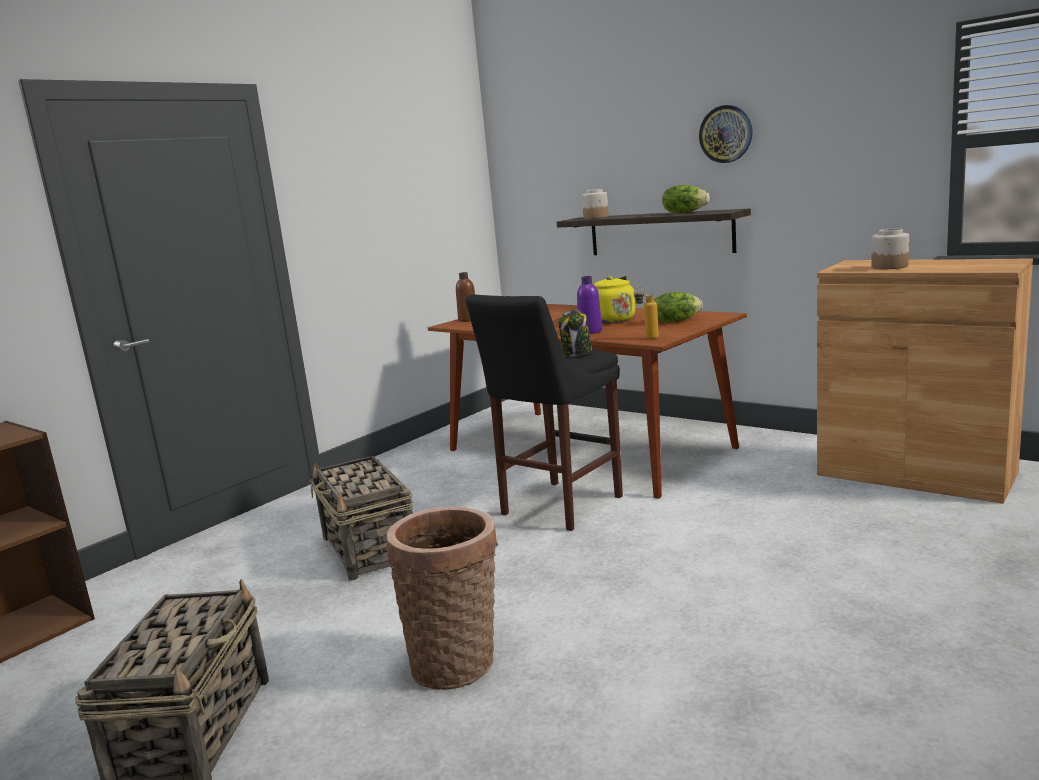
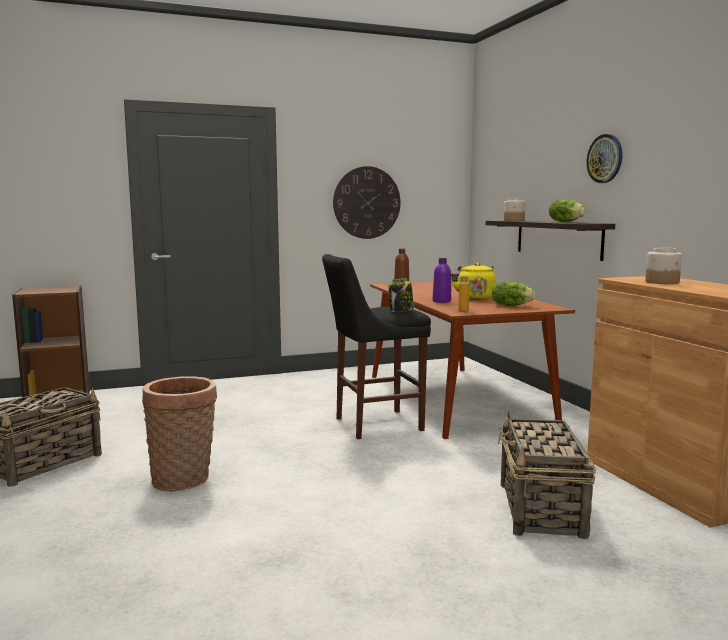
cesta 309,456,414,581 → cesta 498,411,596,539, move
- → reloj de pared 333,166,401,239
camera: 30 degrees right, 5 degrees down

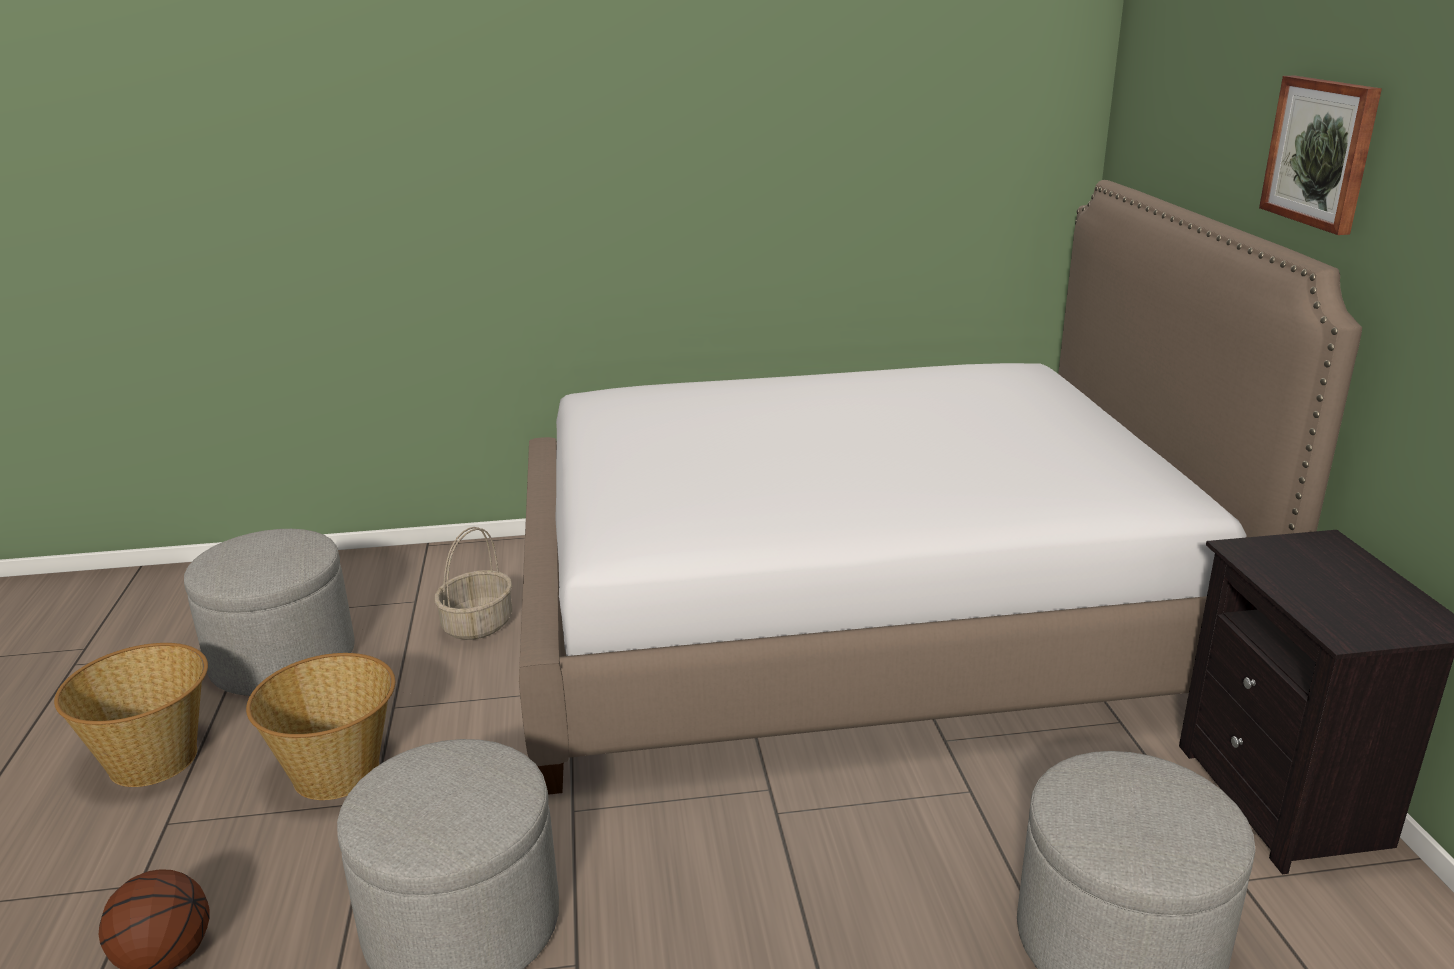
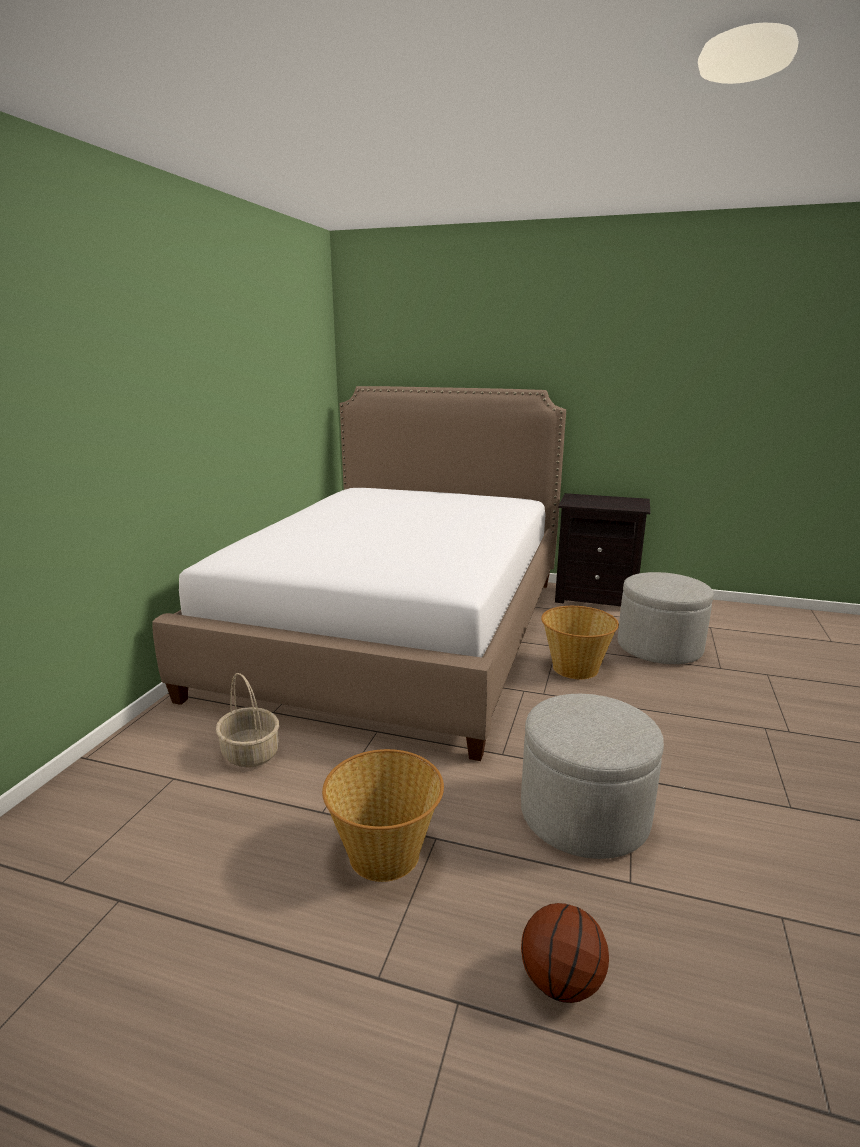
cesta 54,643,208,787 → cesta 541,606,619,679, move
puf/gris 184,529,355,696 → -
cuadro 1259,75,1382,235 → -
camera: 65 degrees left, 5 degrees down

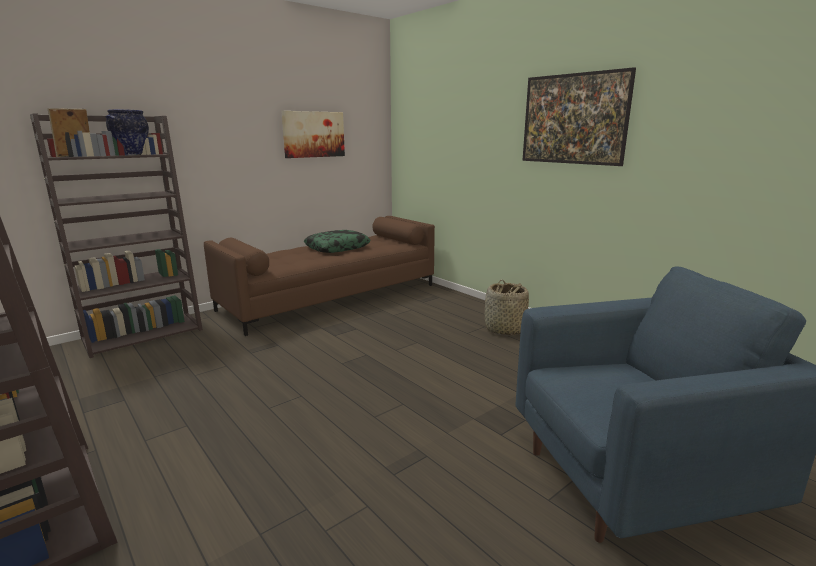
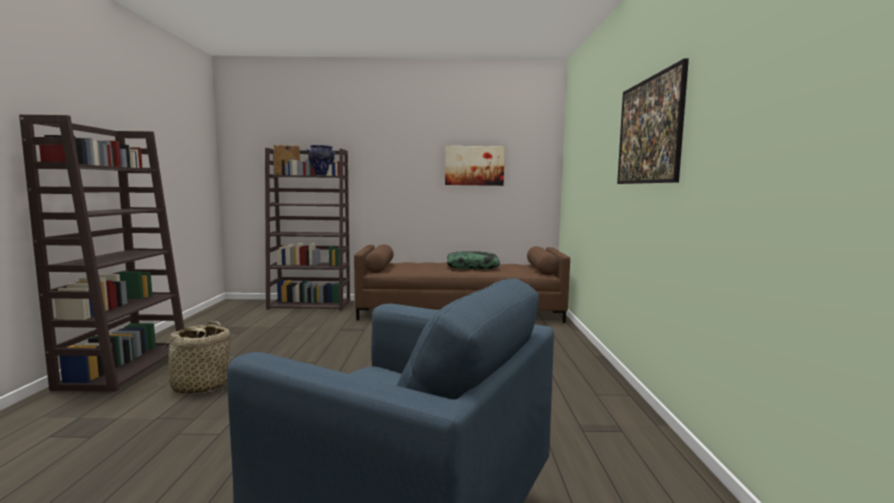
cesta 485,280,529,336 → cesta 155,321,230,394, move
camera: 40 degrees right, 10 degrees down

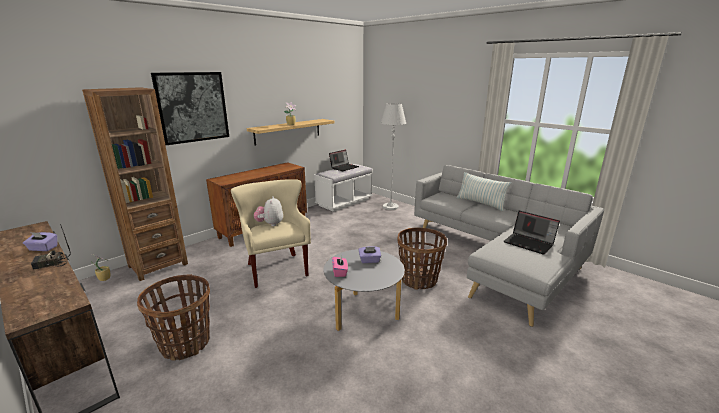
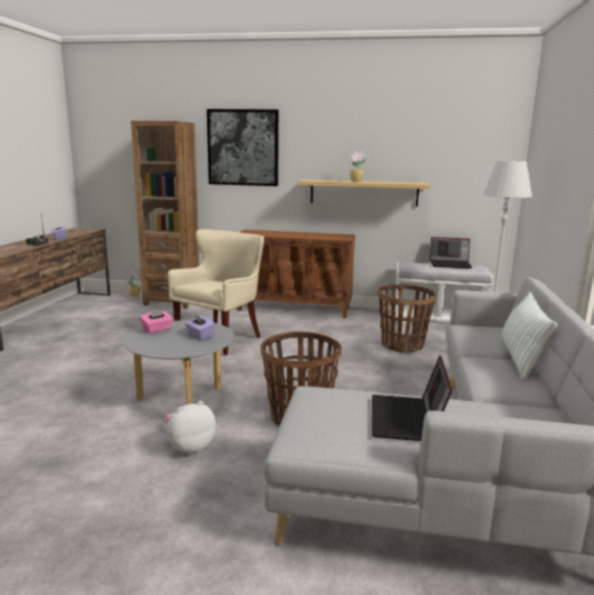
cesta 137,274,210,361 → cesta 377,285,436,353, move
peluche 254,196,283,226 → peluche 163,401,216,456, move
camera: 55 degrees right, 5 degrees down

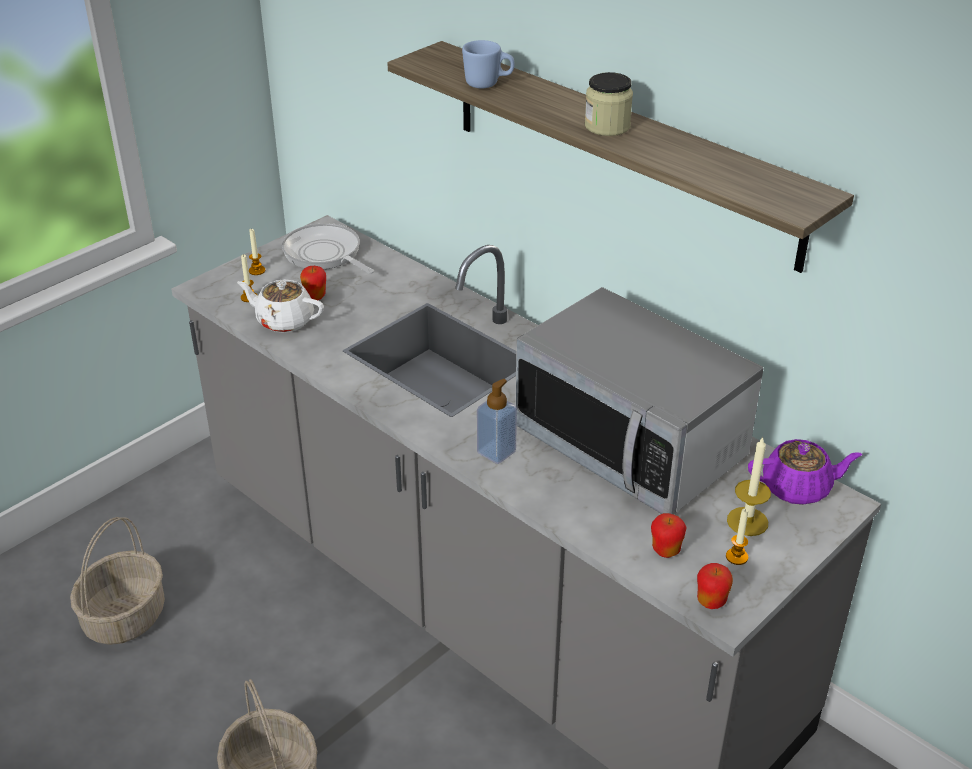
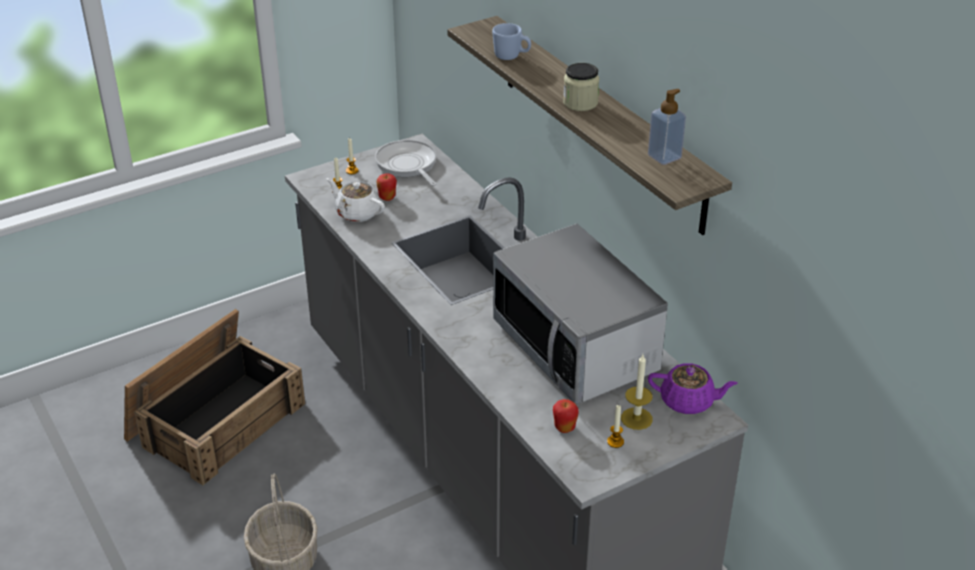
cesta 70,517,165,645 → caja de embalaje 124,309,305,485
dispensador de jabón 477,379,517,464 → dispensador de jabón 648,89,686,165, move
manzana 697,563,733,609 → -
camera: 15 degrees right, 0 degrees up

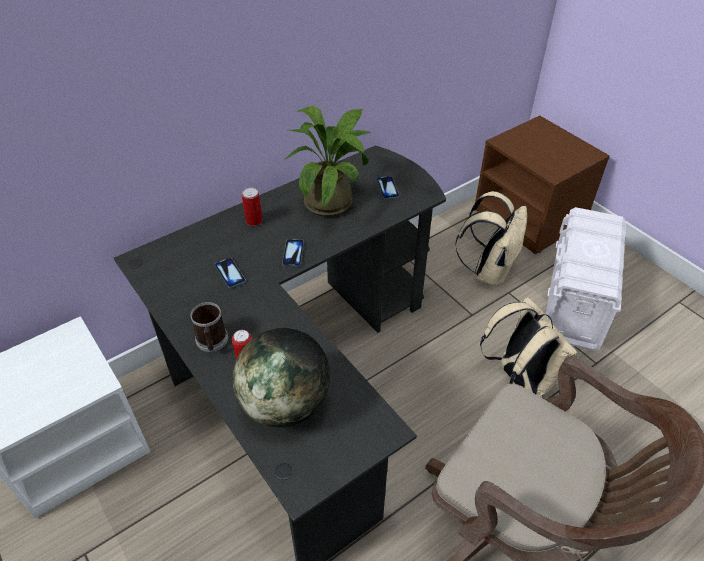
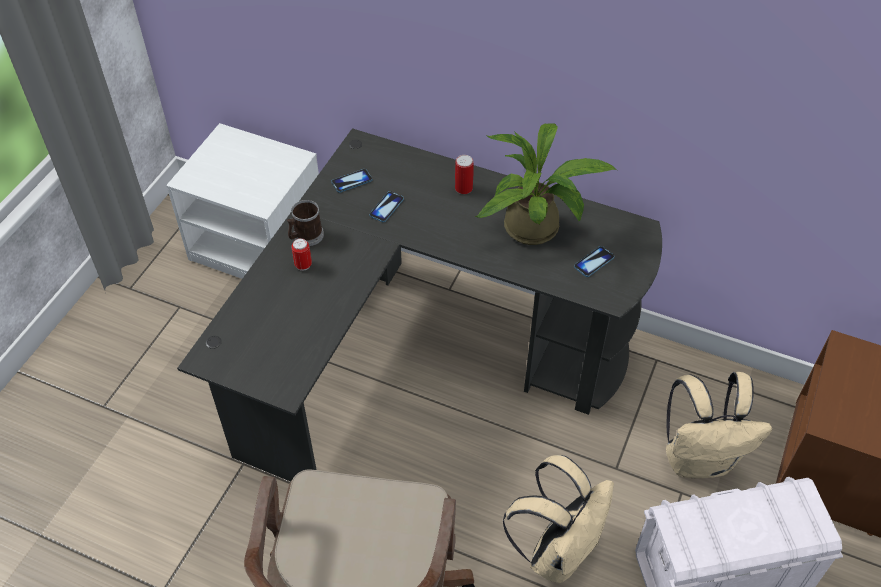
globo terráqueo 232,328,330,427 → -
móvil 282,239,304,267 → móvil 331,169,372,193, move
camera: 60 degrees right, 5 degrees up

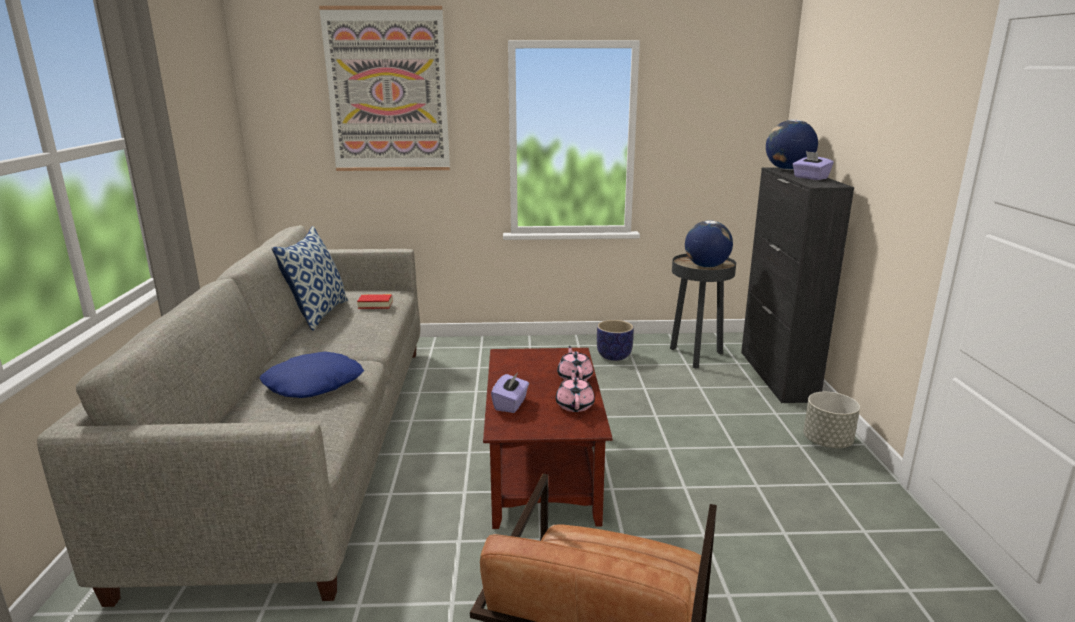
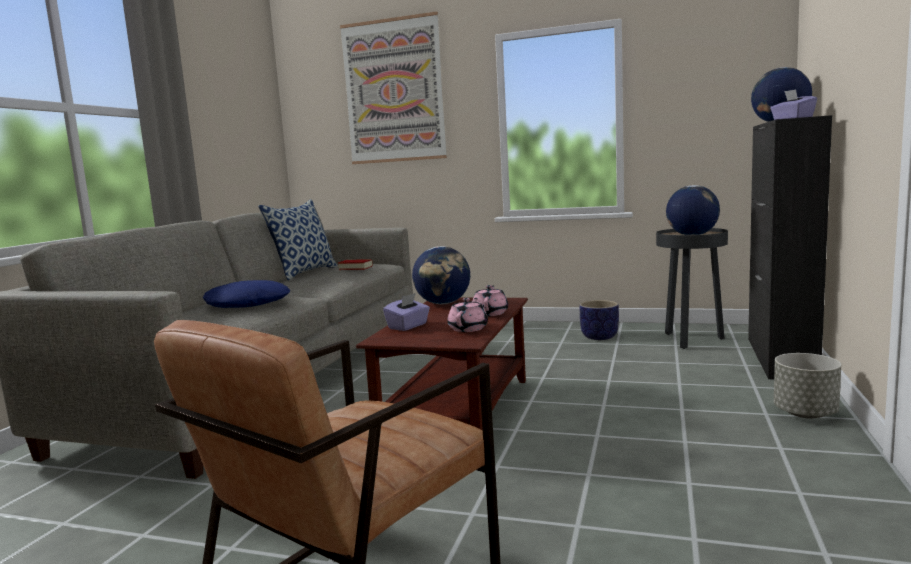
- → globo terráqueo 412,246,470,304
camera: 20 degrees right, 10 degrees down

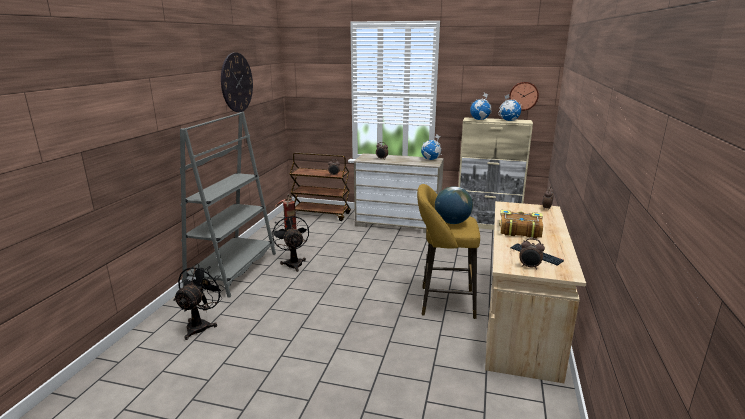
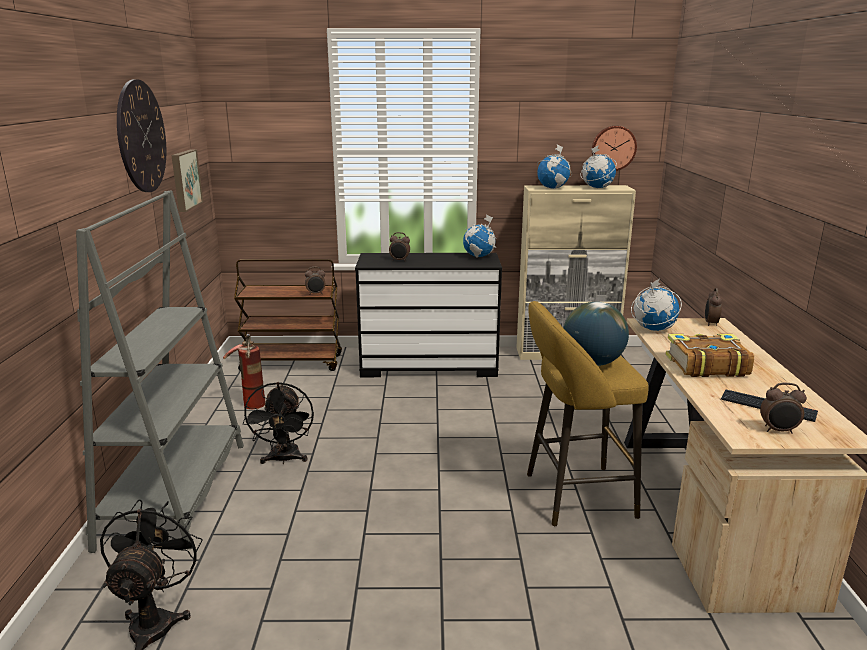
ventilador/negro 271,215,309,272 → ventilador/negro 243,382,314,464, 150 degrees counterclockwise
cómoda/beis 354,153,444,233 → cómoda/negro 355,253,502,377
- → cuadro 171,149,203,212
- → globo terráqueo 631,279,682,331
camera: 15 degrees left, 0 degrees up

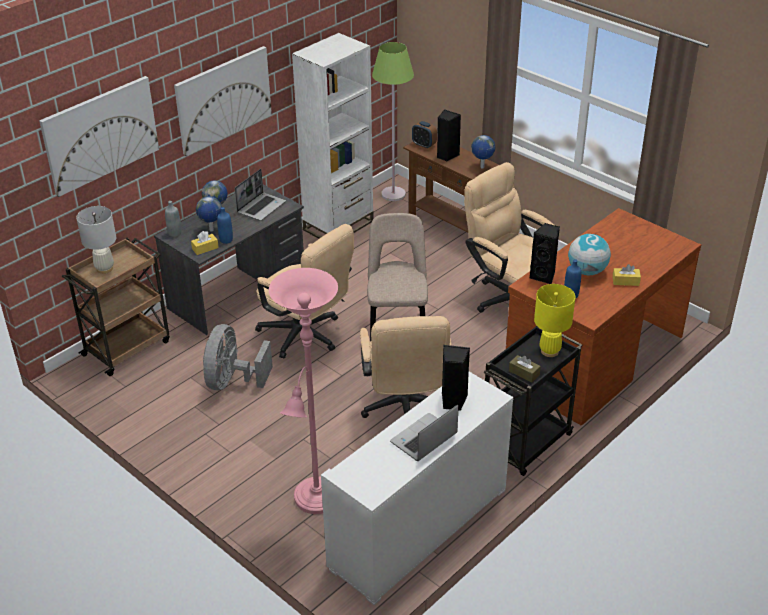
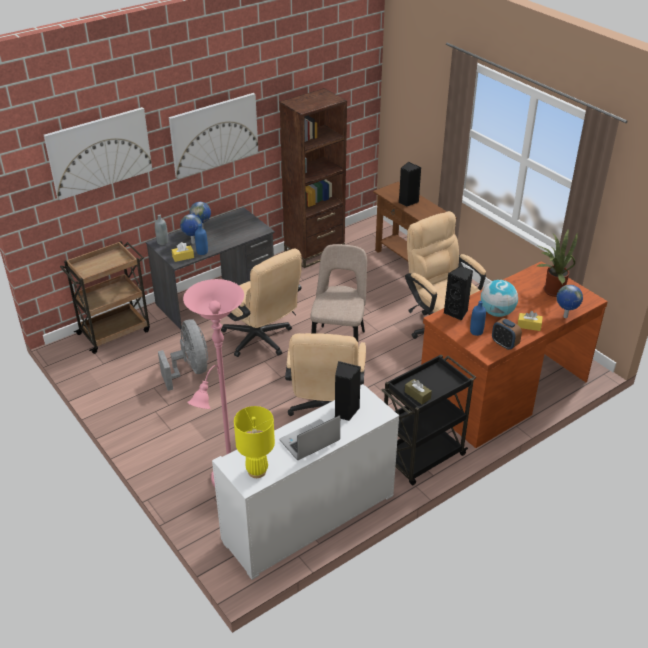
lámpara de mesa/blanco 76,206,116,274 → -
ventilador/gris 203,324,273,390 → ventilador/gris 158,319,208,391, 135 degrees clockwise
portátil 235,169,286,221 → -
estantería/blanco 292,33,374,239 → estantería/marrón 279,88,347,268
lámpara de pie/verde 372,42,414,201 → -
despertador 412,121,437,149 → despertador 492,318,522,350, move
globo terráqueo 471,135,495,168 → globo terráqueo 557,285,583,318, move
lámpara de mesa/amarillo 534,284,575,357 → lámpara de mesa/amarillo 234,406,275,478, move
- → planta en maceta 537,228,578,297
camera: 10 degrees right, 0 degrees up

